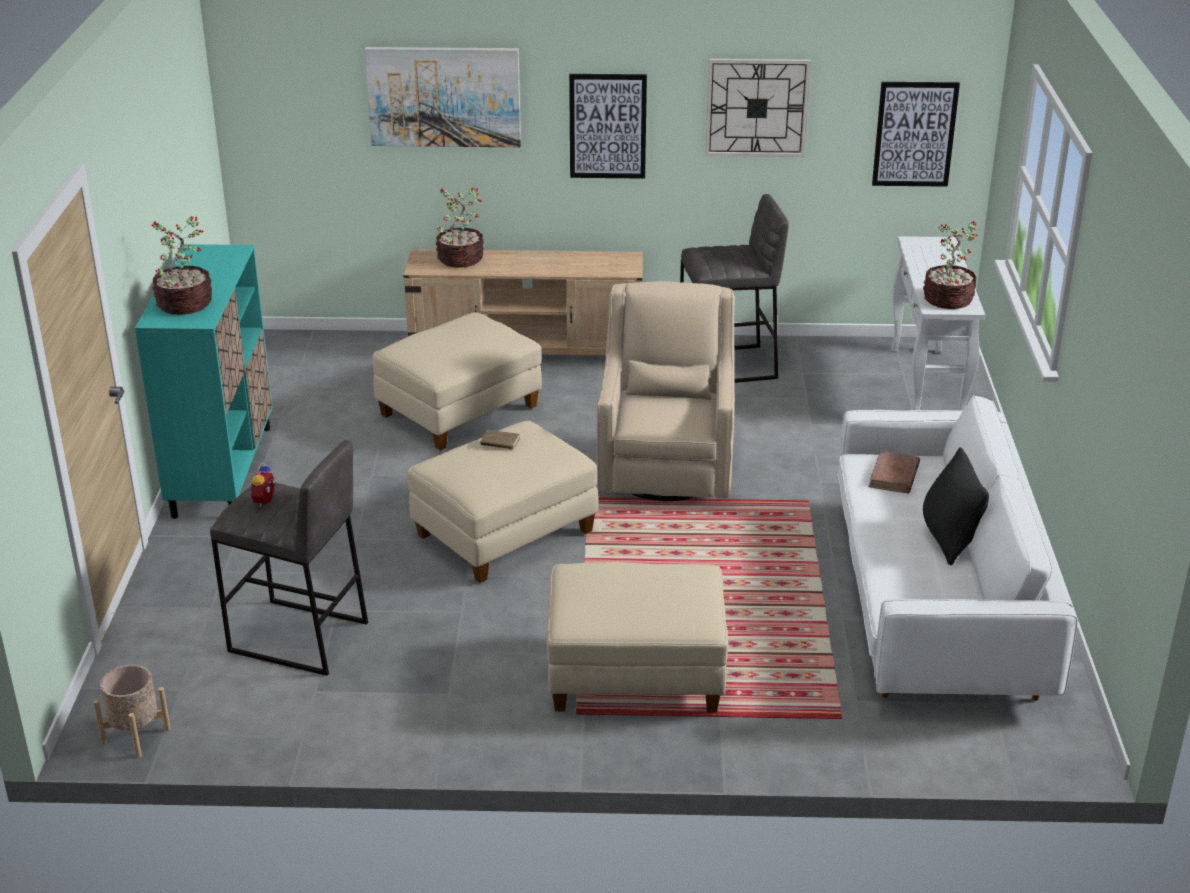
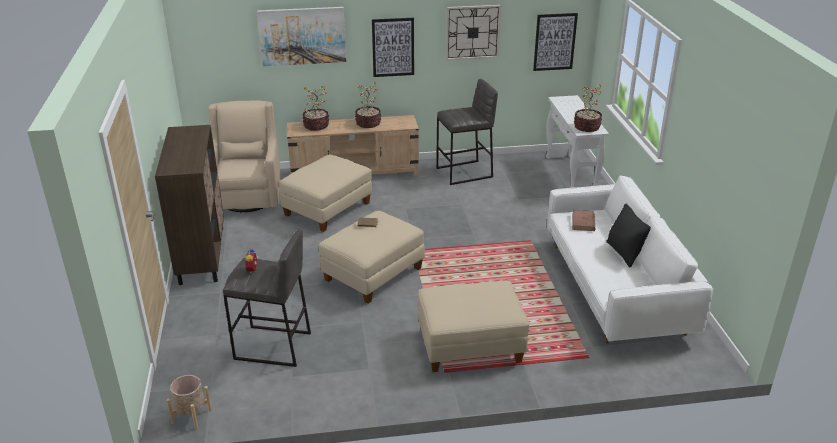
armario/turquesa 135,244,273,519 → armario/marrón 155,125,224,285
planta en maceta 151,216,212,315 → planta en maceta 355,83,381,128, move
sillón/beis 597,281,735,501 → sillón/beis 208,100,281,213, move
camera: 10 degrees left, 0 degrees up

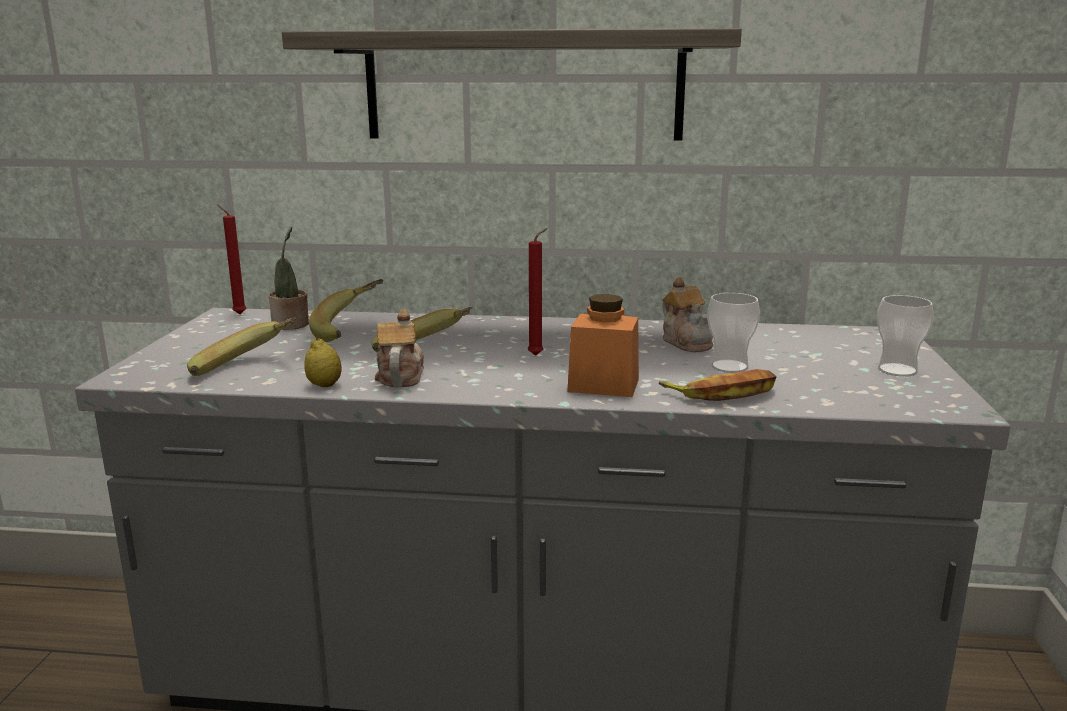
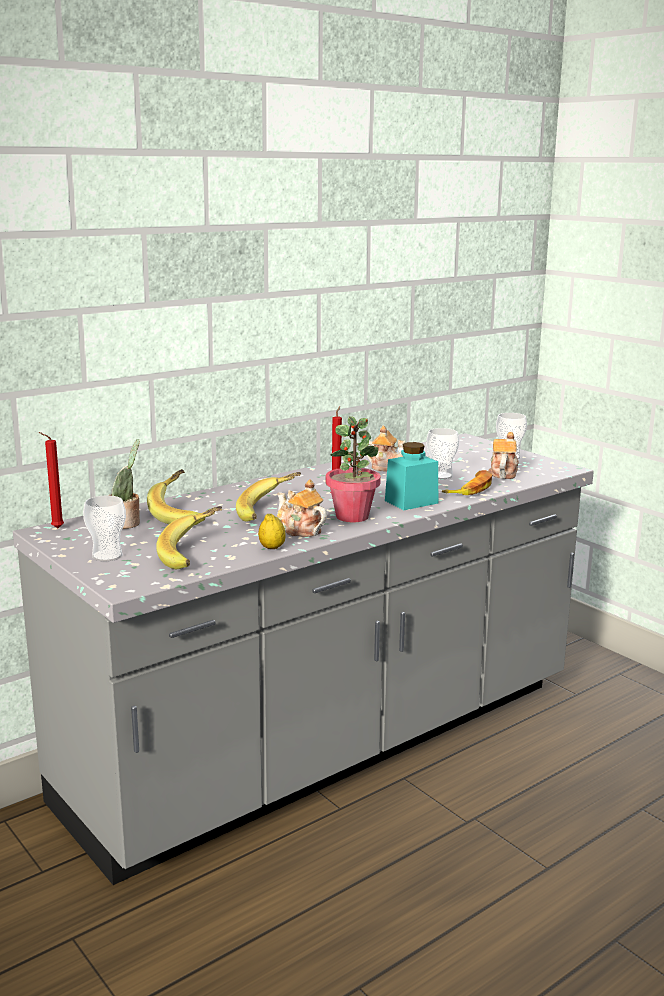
estante 282,28,742,141 → -
tarro/naranja 567,294,639,397 → tarro/turquesa 385,442,438,510
- → taza 83,495,126,561
- → planta en maceta 326,416,381,523
- → tetera 488,432,519,479
camera: 45 degrees left, 0 degrees up

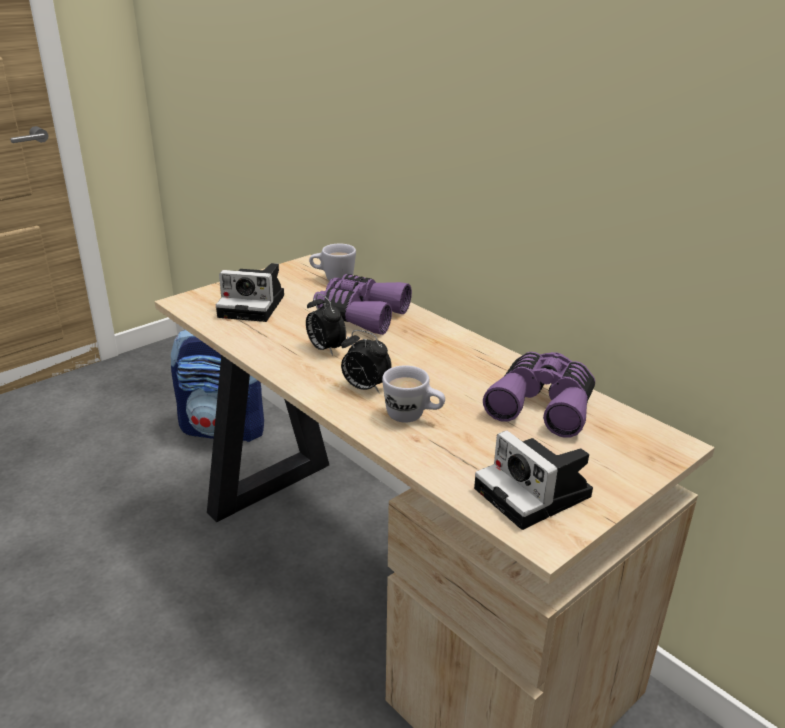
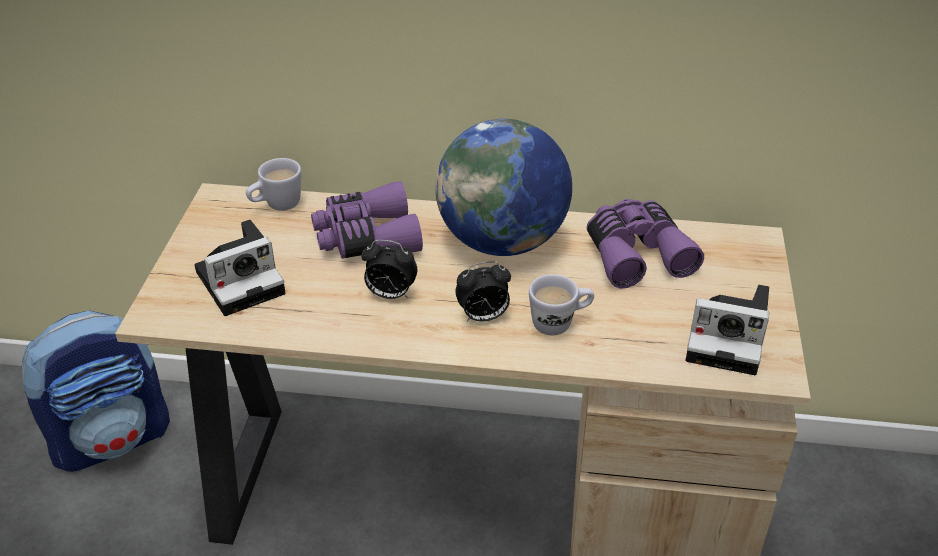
- → globo terráqueo 435,119,572,256
camera: 40 degrees left, 10 degrees up

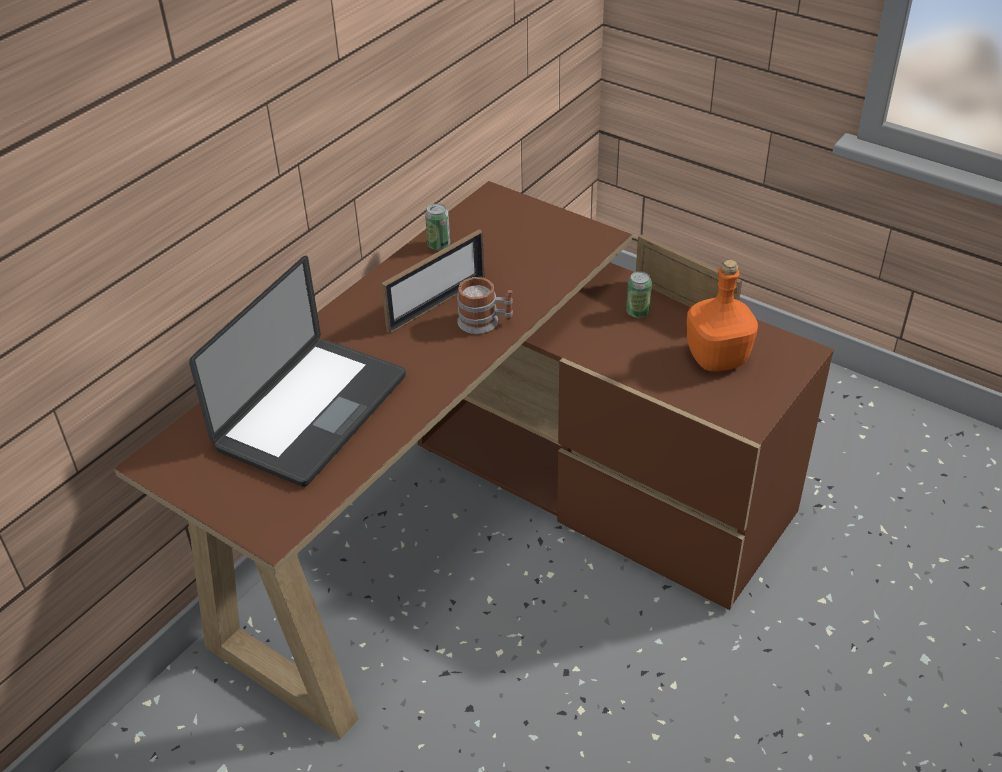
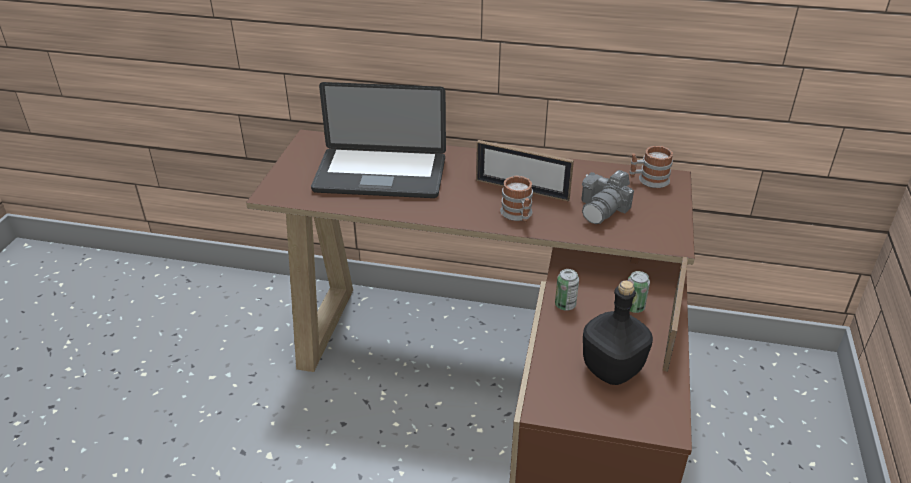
lata 425,203,450,250 → lata 555,269,579,311, move
botella/naranja 687,260,758,371 → botella/negro 583,280,653,385
- → cámara 581,170,634,224
- → taza grande 629,146,673,188
camera: 65 degrees right, 5 degrees down

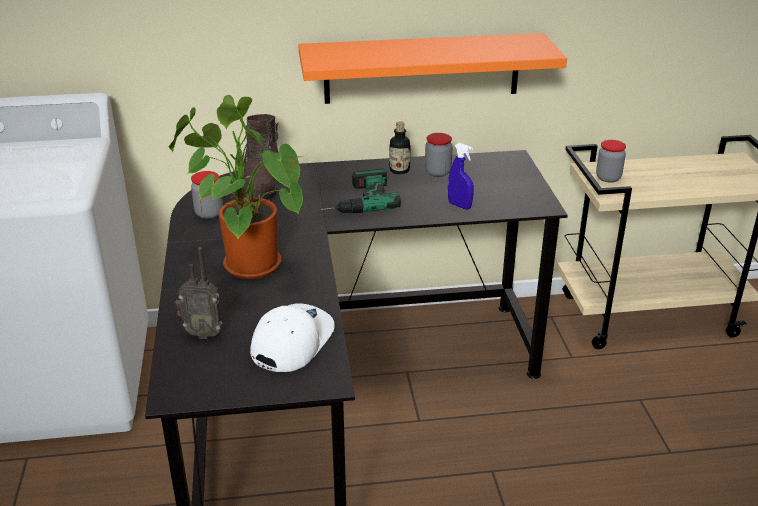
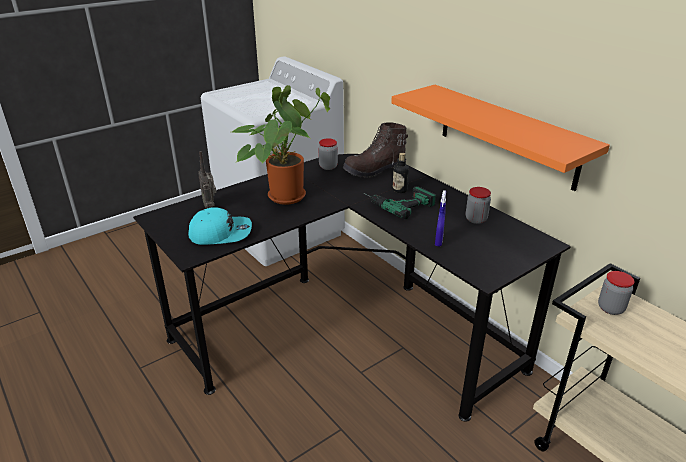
gorra/blanco 250,303,335,372 → gorra/turquesa 188,207,252,245
botella 389,122,411,174 → botella 393,153,409,193, move
camera: 60 degrees right, 0 degrees up

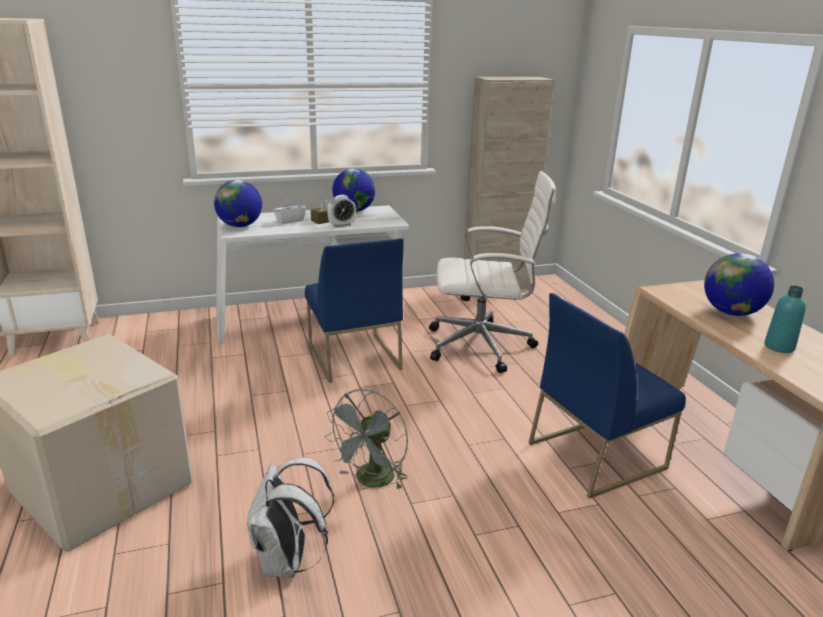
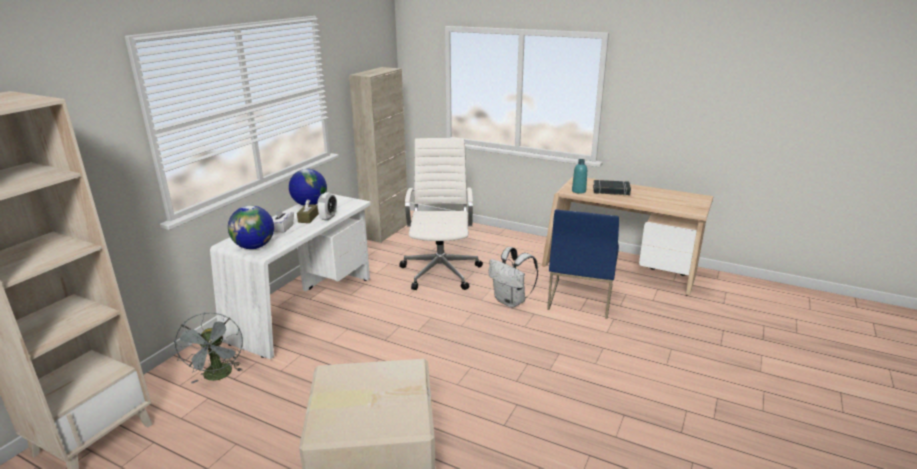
mochila/blanco 247,457,334,578 → mochila/blanco 488,247,538,308, move
silla/azul 305,238,404,383 → -
ventilador/gris 324,389,408,490 → ventilador/gris 174,312,243,383, move
silla de oficina/blanco 429,171,556,373 → silla de oficina/blanco 399,138,483,290, 45 degrees counterclockwise
globo terráqueo 704,253,774,316 → libro/negro 593,180,631,196
botella/turquesa 765,286,806,353 → botella/turquesa 572,159,587,194, move
camera: 45 degrees left, 0 degrees up

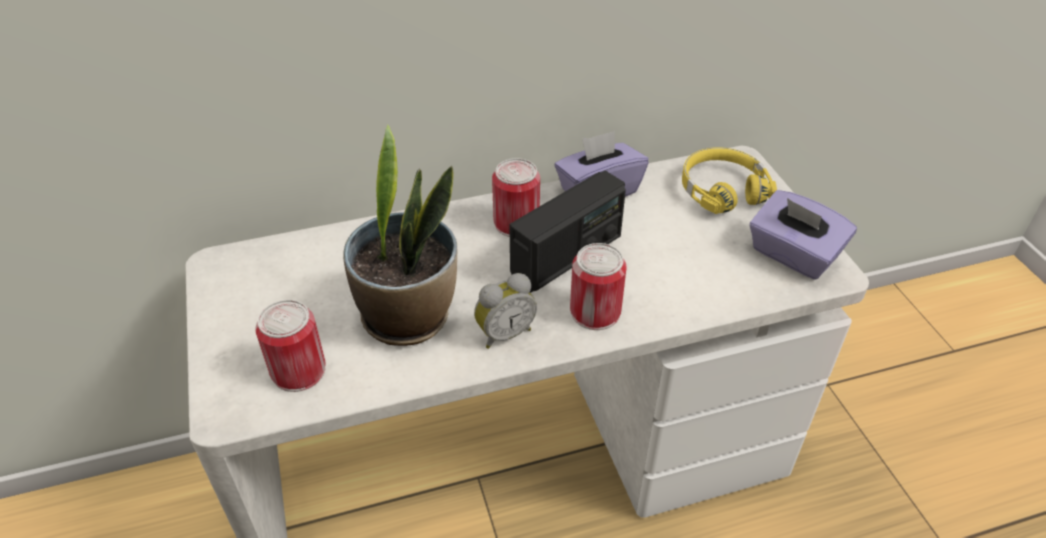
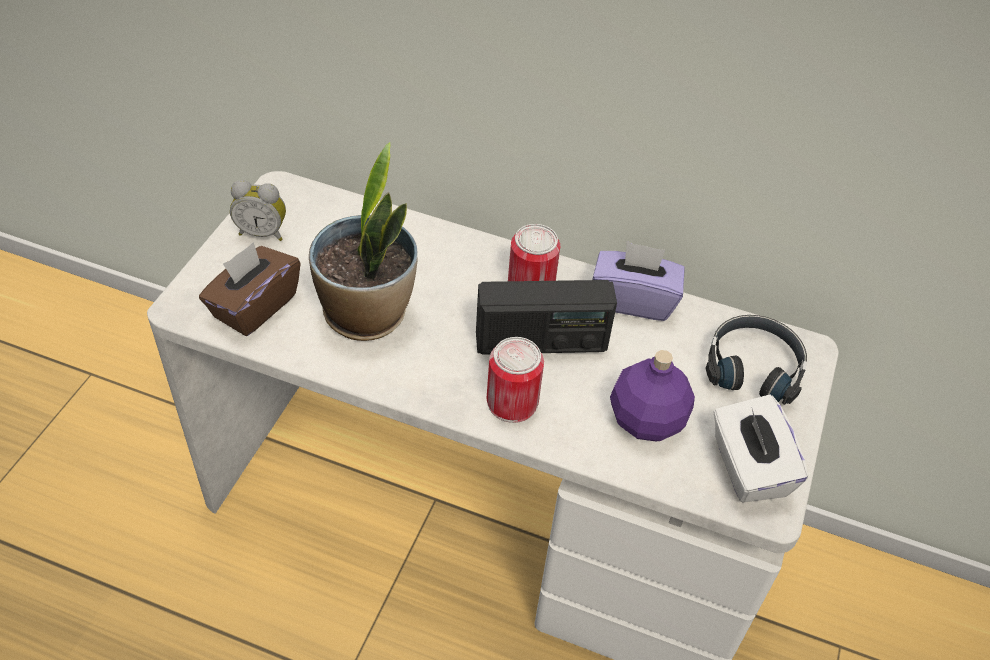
lata 255,300,325,392 → caja de pañuelos/marrón 199,242,301,336
despertador 474,273,537,349 → despertador 230,180,286,241, move
auriculares/amarillo 682,147,777,214 → auriculares/negro 706,315,807,405
caja de pañuelos/morado 749,190,857,280 → caja de pañuelos/blanco 713,395,808,503
- → botella/morado 610,350,695,441
camera: 35 degrees right, 5 degrees up

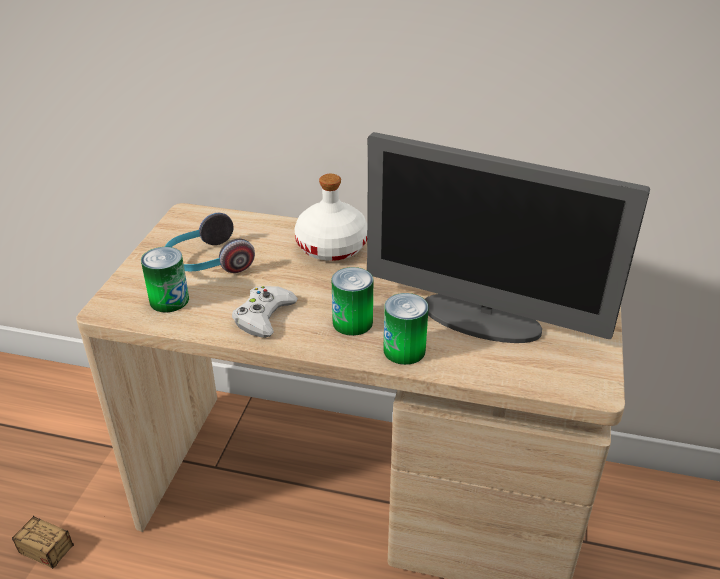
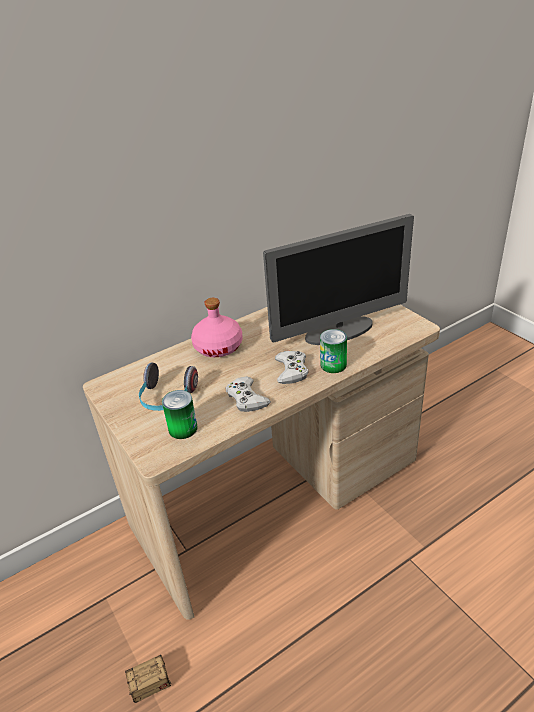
botella/blanco 294,174,367,261 → botella/rosa 191,298,243,357
lata 331,267,373,336 → mando de consola/blanco 275,351,309,384
camera: 45 degrees left, 0 degrees up

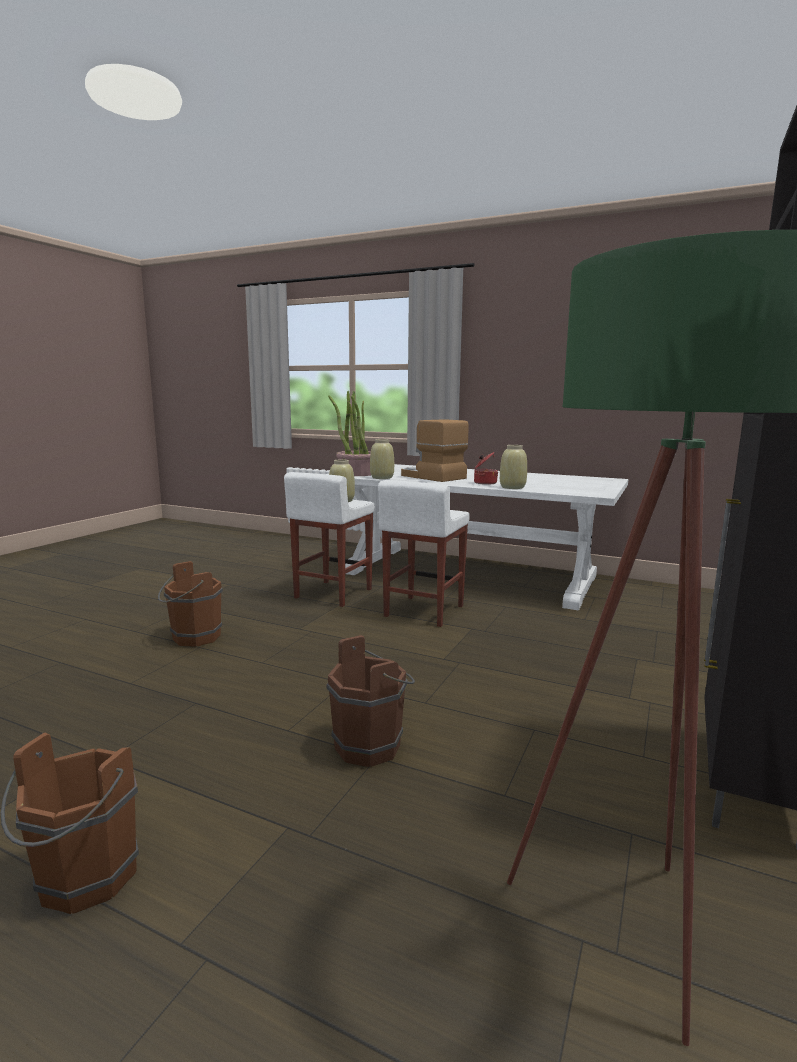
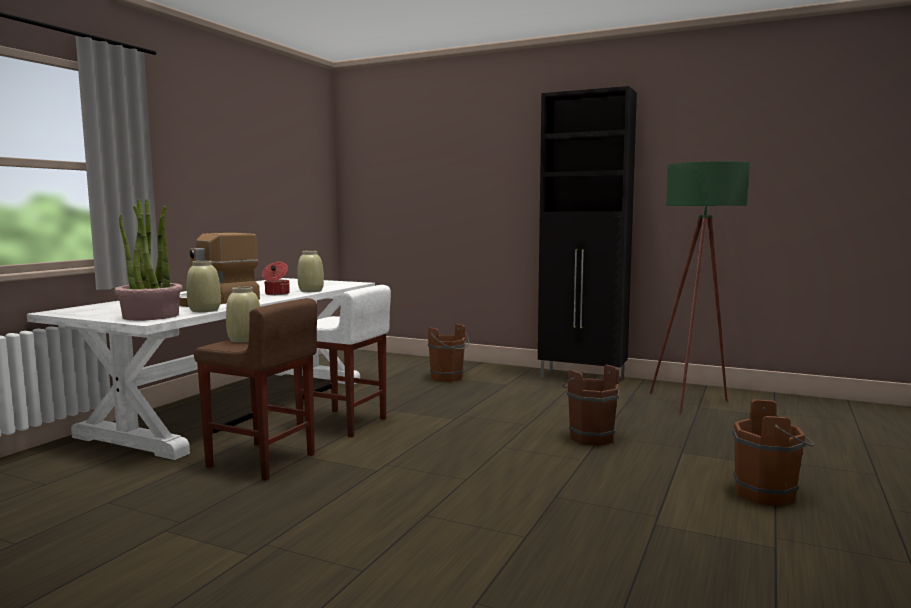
cubo/marrón 158,561,223,647 → cubo/marrón 428,324,469,382, move
taburete/blanco 284,472,375,607 → taburete/marrón 194,298,317,481
camera: 90 degrees left, 5 degrees down

